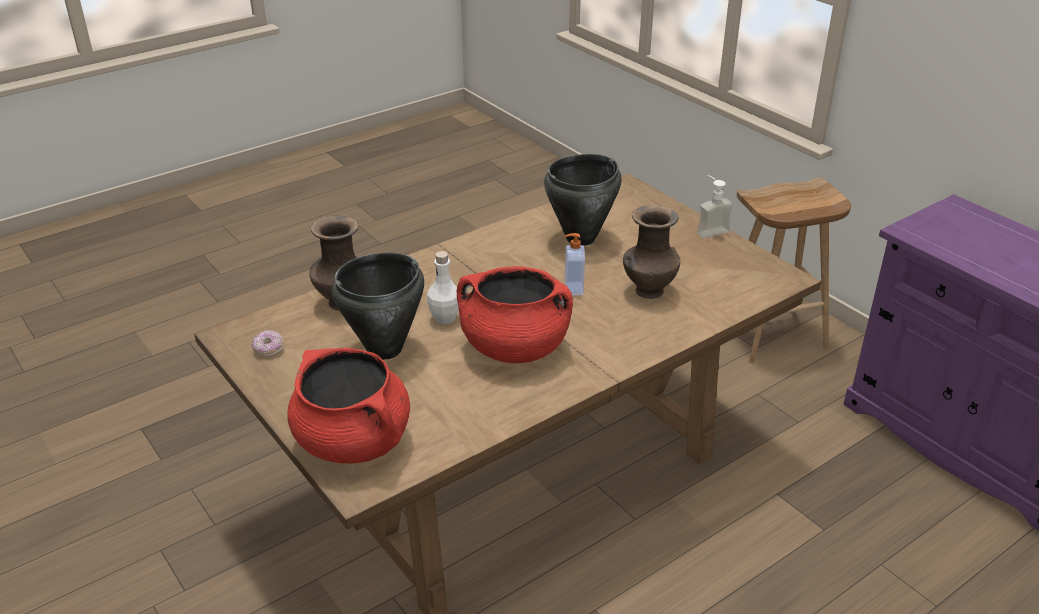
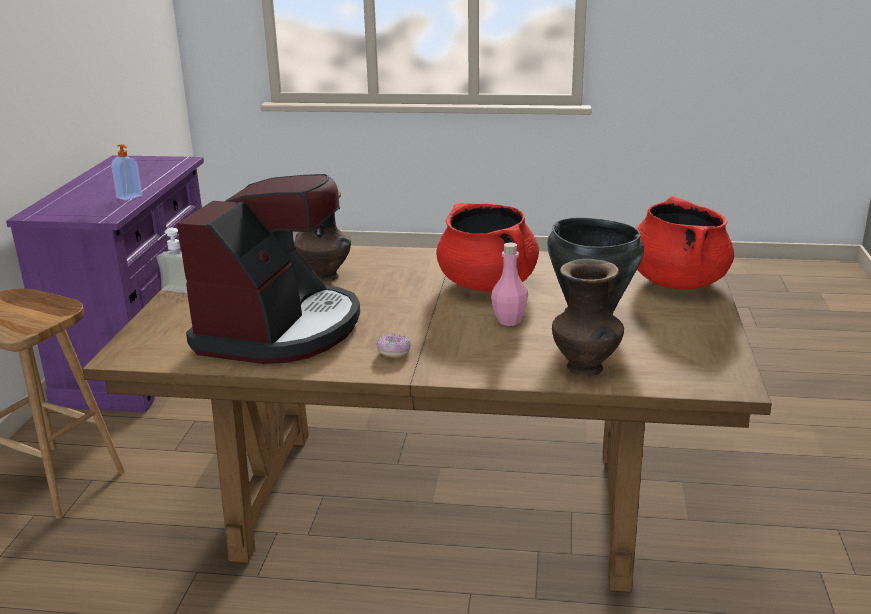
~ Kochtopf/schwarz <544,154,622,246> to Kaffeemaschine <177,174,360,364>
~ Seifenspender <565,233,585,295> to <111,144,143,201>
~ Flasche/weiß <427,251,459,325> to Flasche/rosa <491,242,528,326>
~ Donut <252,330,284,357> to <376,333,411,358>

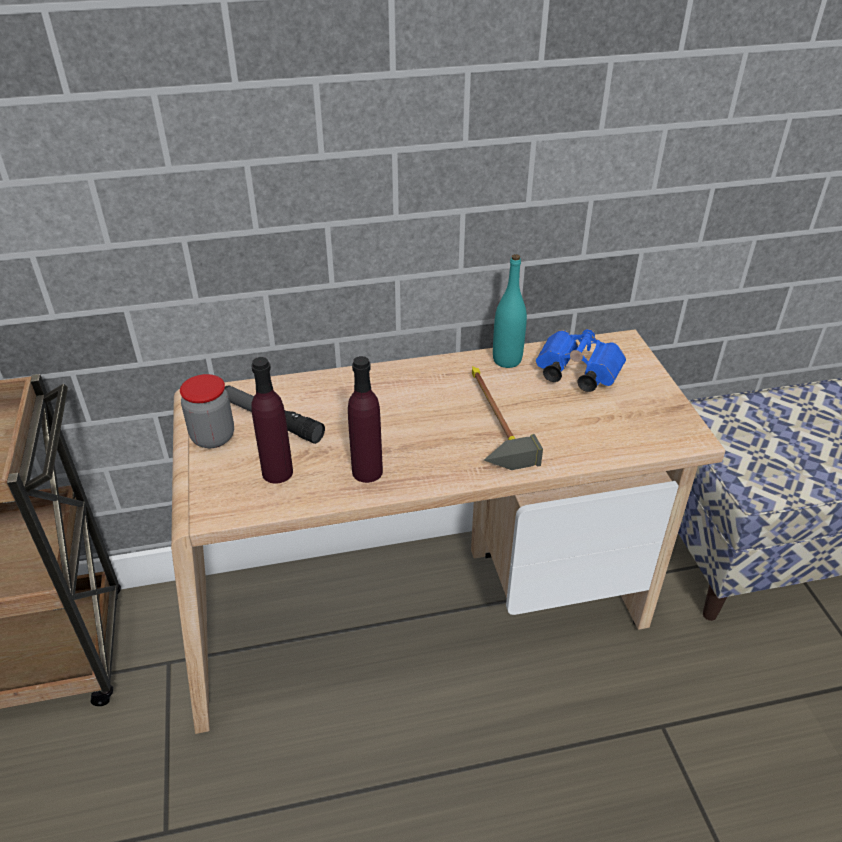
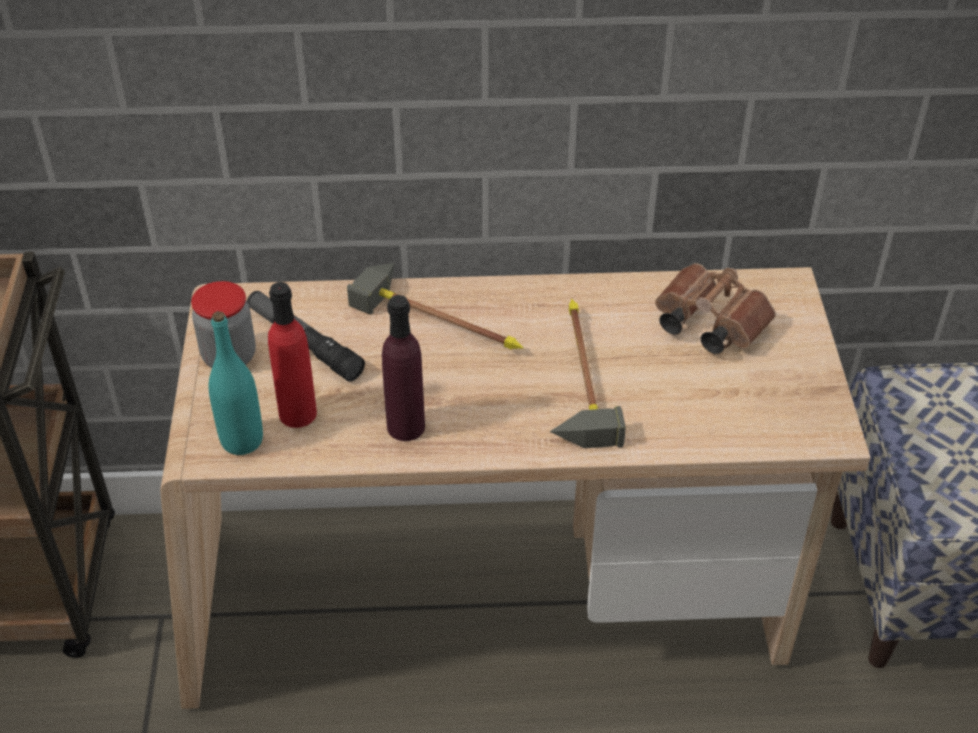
~ Flasche/türkis <493,254,527,368> to <208,311,263,455>
~ Fernglas/blau <536,329,626,392> to Fernglas/braun <655,263,776,354>
~ Flasche/lila <251,357,293,484> to Flasche/rot <268,282,317,428>
+ Hammer <347,263,523,350>

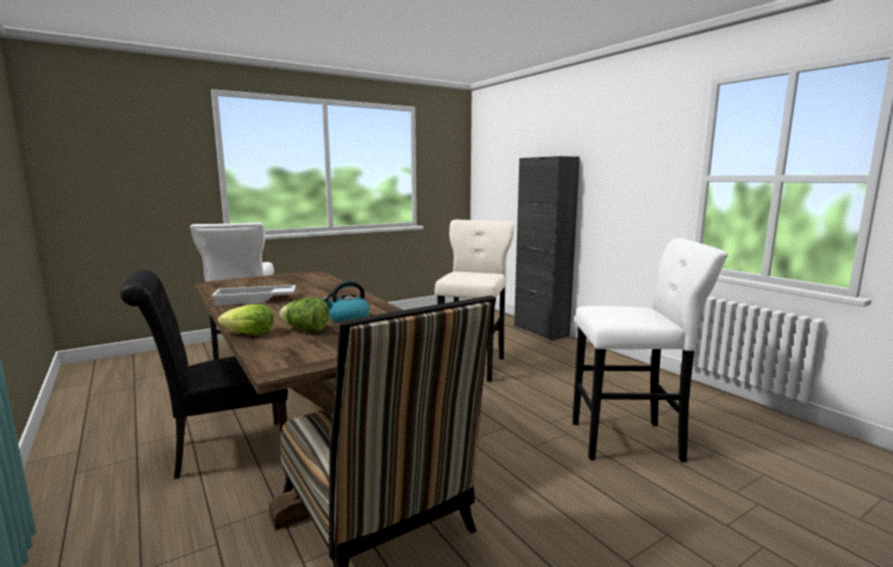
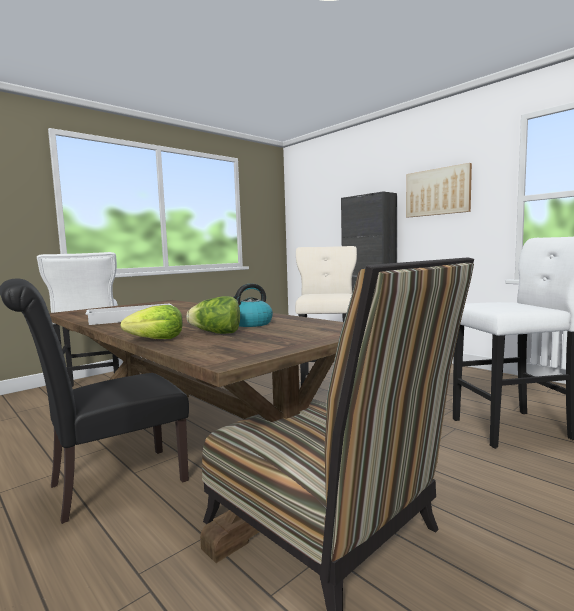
+ Bild <406,163,472,217>

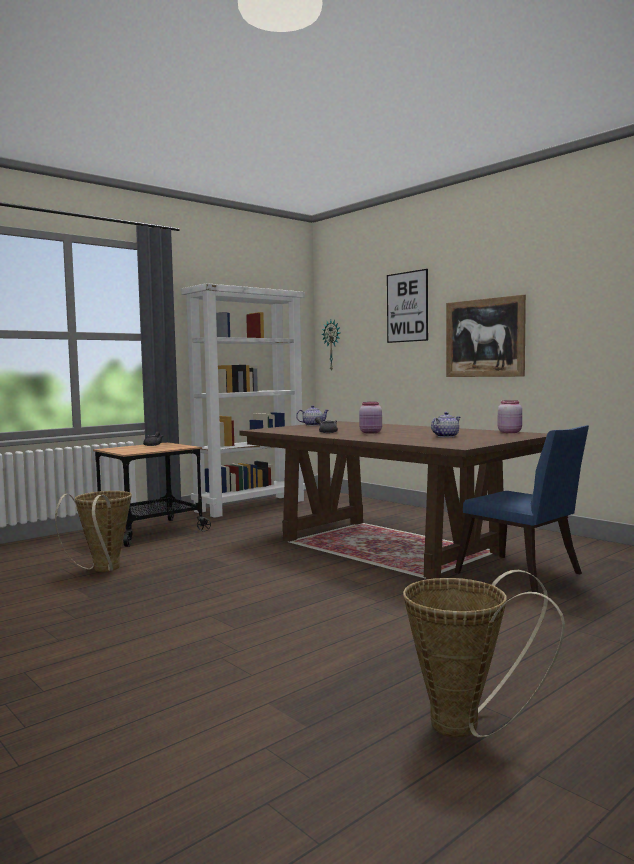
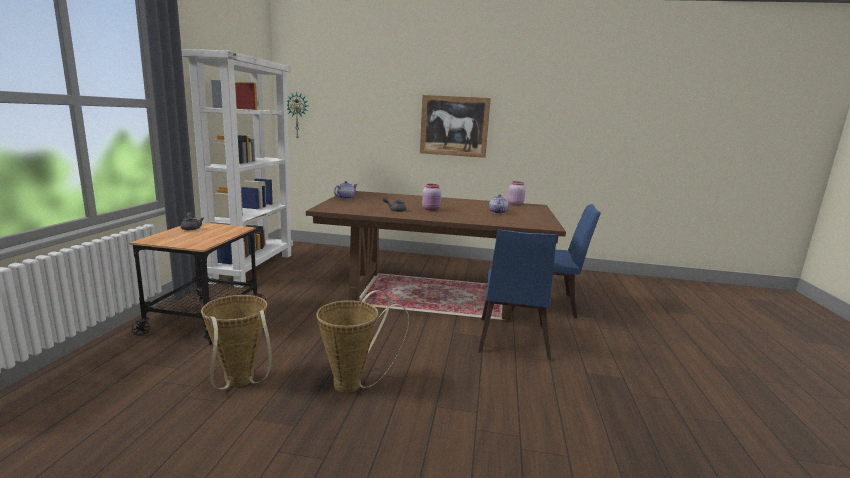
- Bild <387,269,428,343>
~ Korb <403,570,565,738> to <316,290,409,393>
+ Stuhl/blau <478,229,557,360>

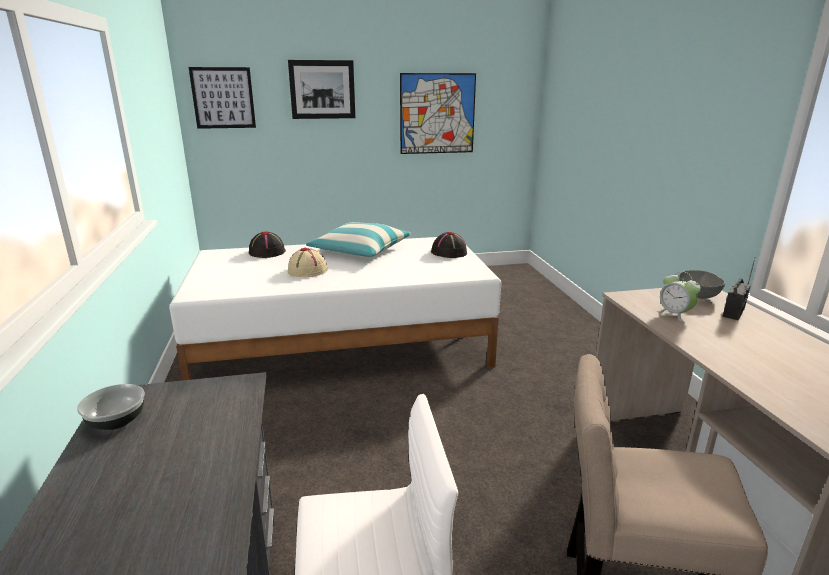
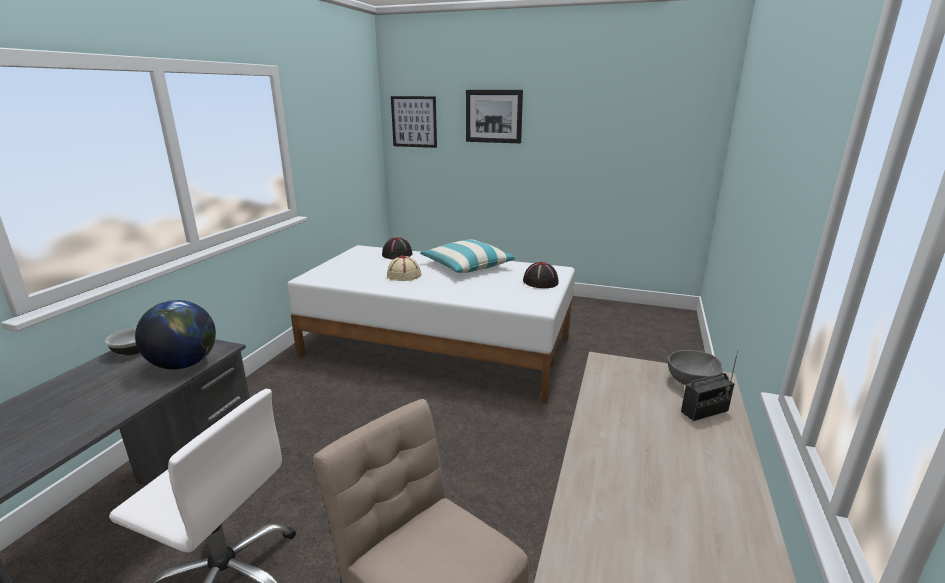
- Bild <400,73,476,154>
- Wecker <656,271,701,322>
+ Globus <135,300,216,369>

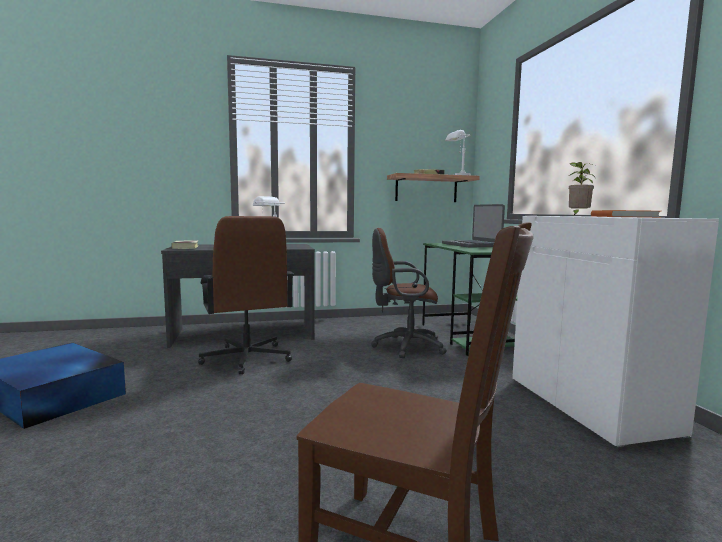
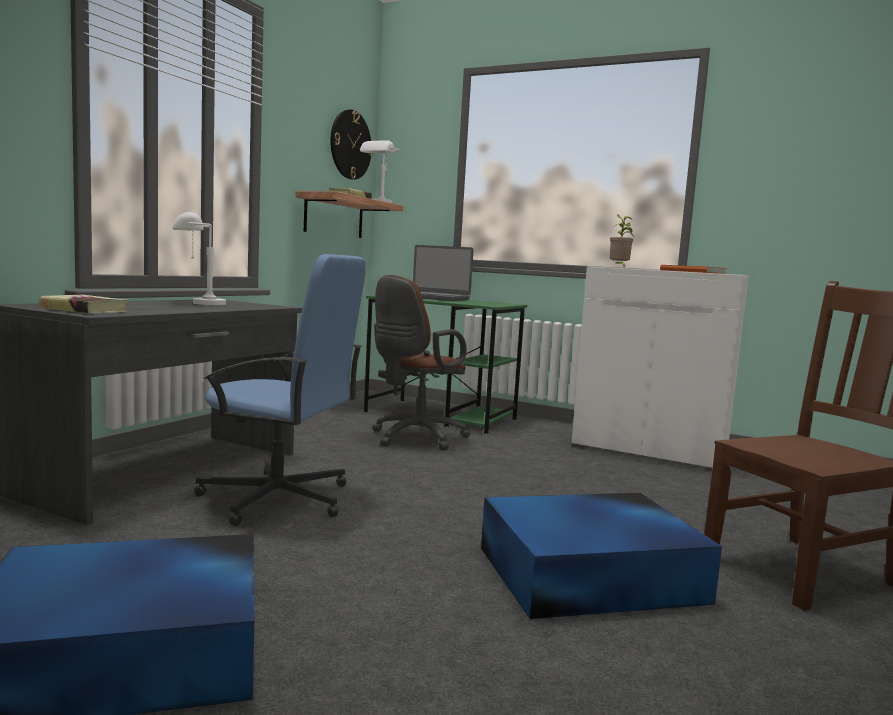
~ Bürostuhl/braun <198,216,294,375> to Bürostuhl/blau <195,254,366,526>
+ Wanduhr <330,110,373,180>
+ Aufbewahrungsbox/blau <481,493,722,619>

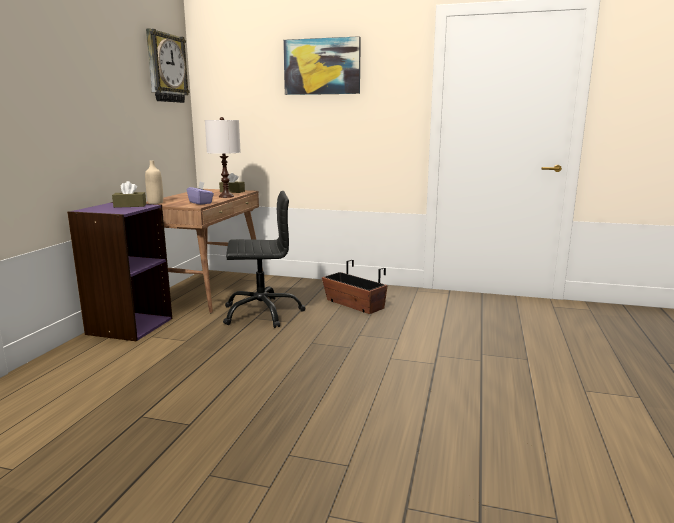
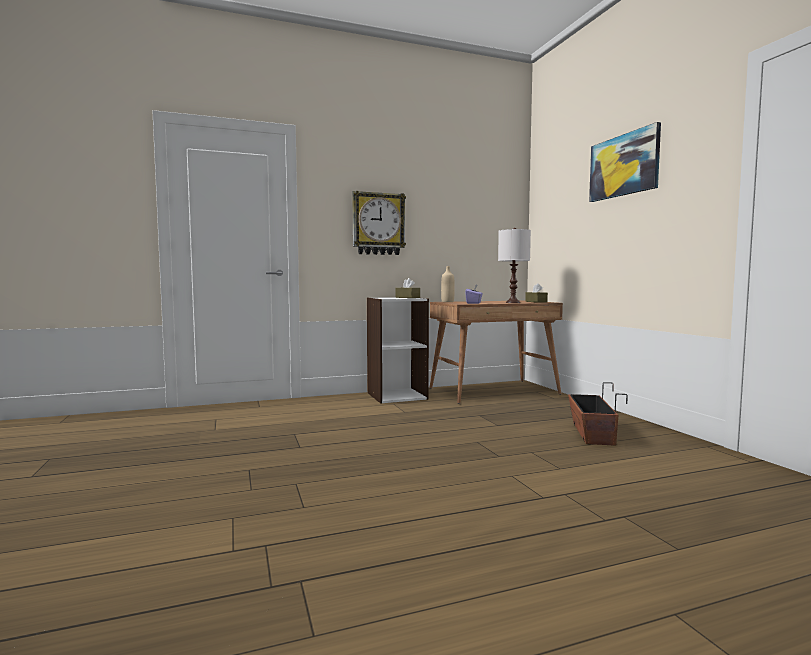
~ Wanduhr <146,28,190,103> to <352,191,406,255>
- Bürostuhl/schwarz <223,191,306,328>
~ Bücherregal/lila <67,202,172,341> to Bücherregal/weiß <367,297,429,404>

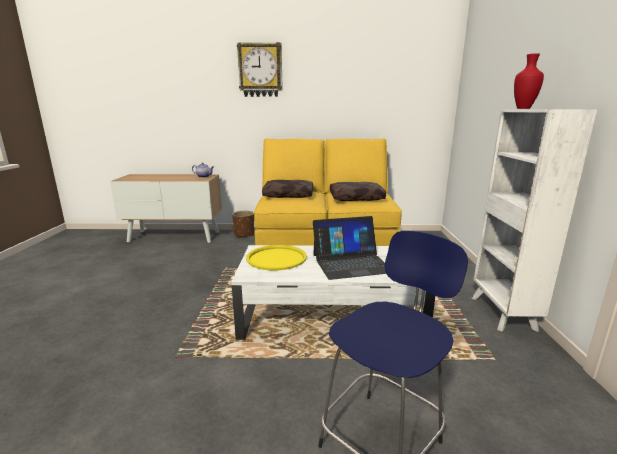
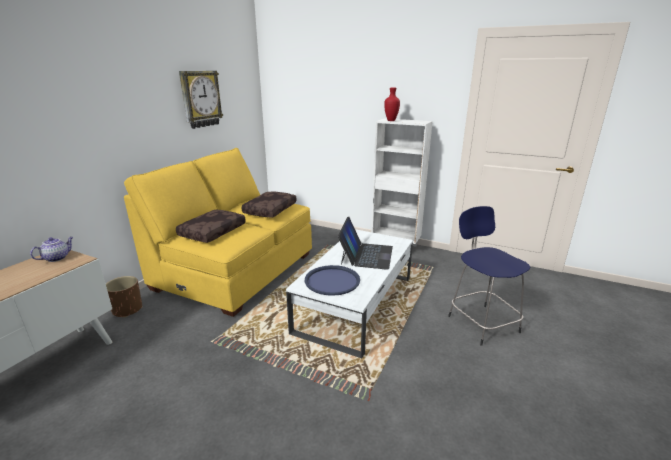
~ Wanduhr <237,42,283,97> to <179,71,223,129>
~ Tablett/gelb <246,245,307,270> to Tablett/blau <305,265,360,296>

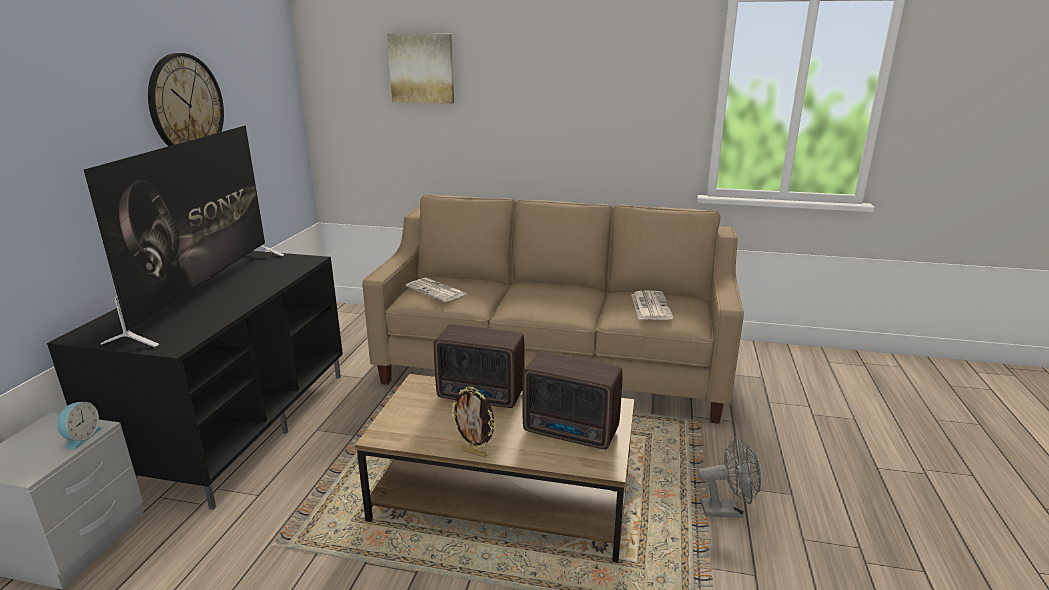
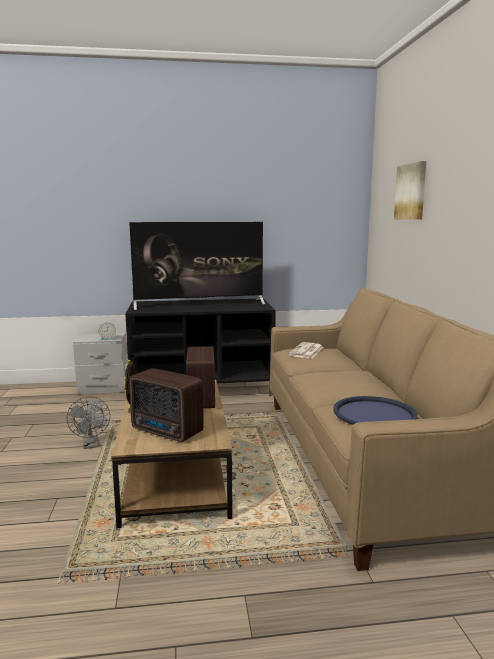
- Wanduhr <148,53,224,146>
~ Zeitung <631,290,673,320> to Tablett/blau <333,396,418,425>
~ Radio <522,352,623,449> = <129,368,204,442> 60 degrees counterclockwise
~ Ventilator/grau <698,437,761,518> to <67,396,110,449>

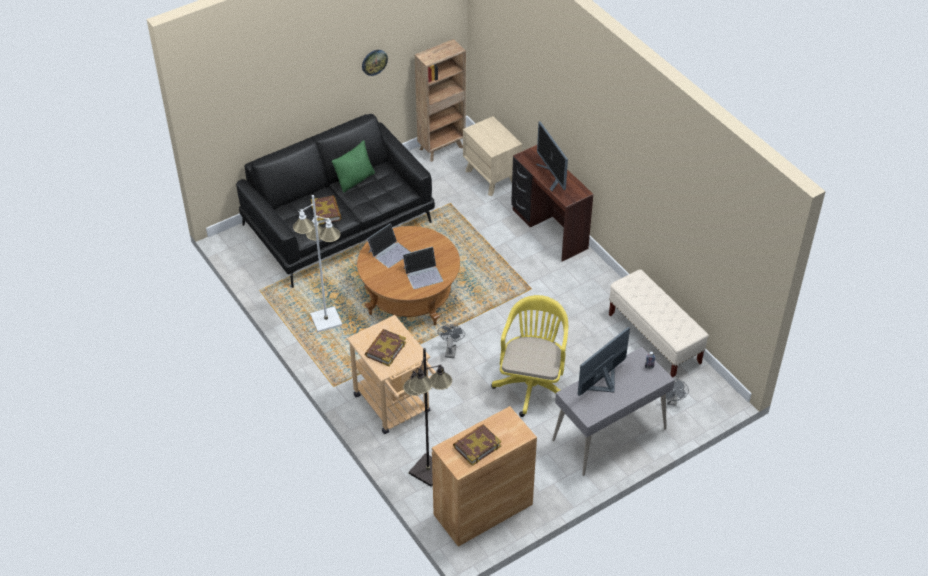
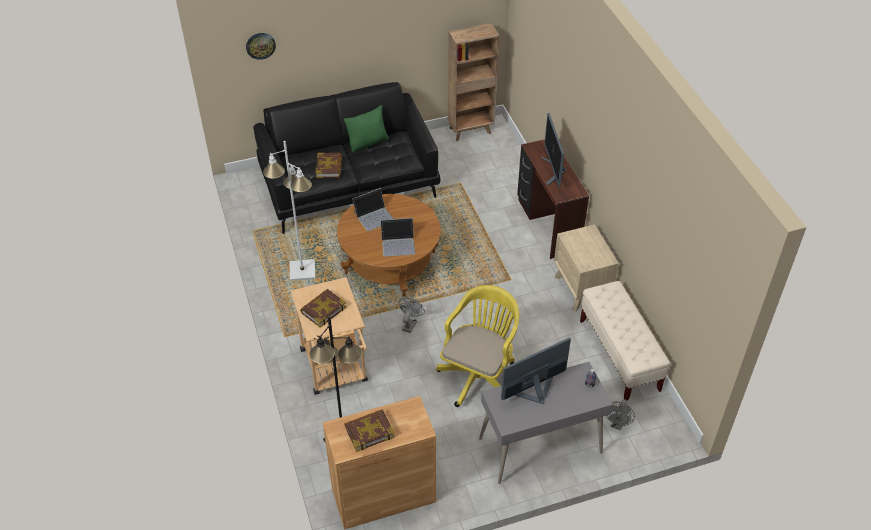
~ Wanduhr <362,50,388,76> to <246,33,276,60>
~ Nachttisch/beige <463,116,522,196> to <554,224,619,312>

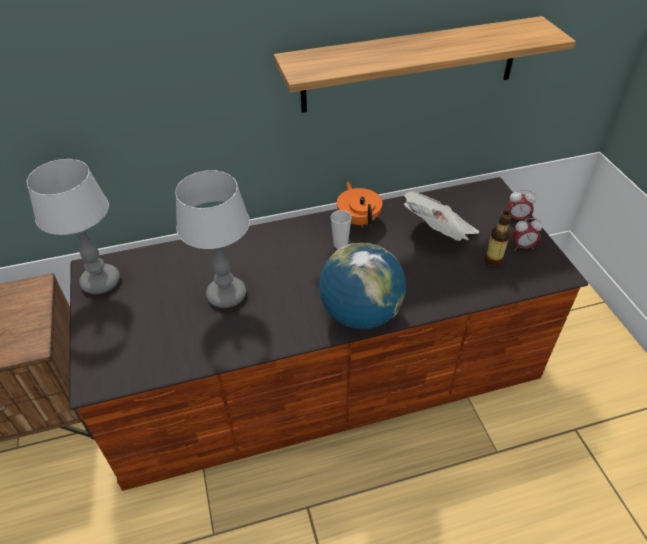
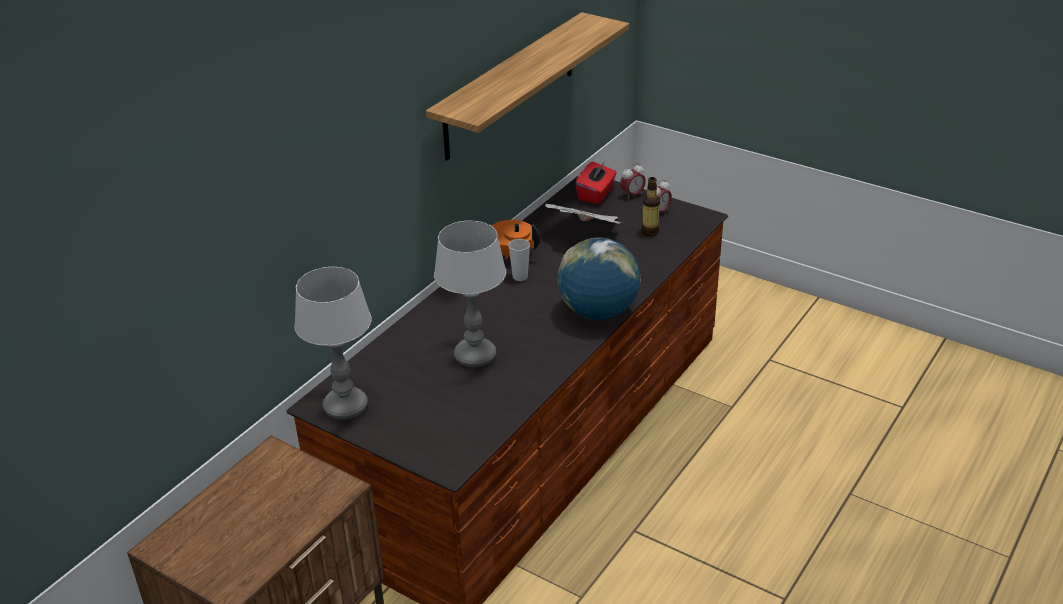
+ Taschentuchbox/rot <575,161,617,204>

